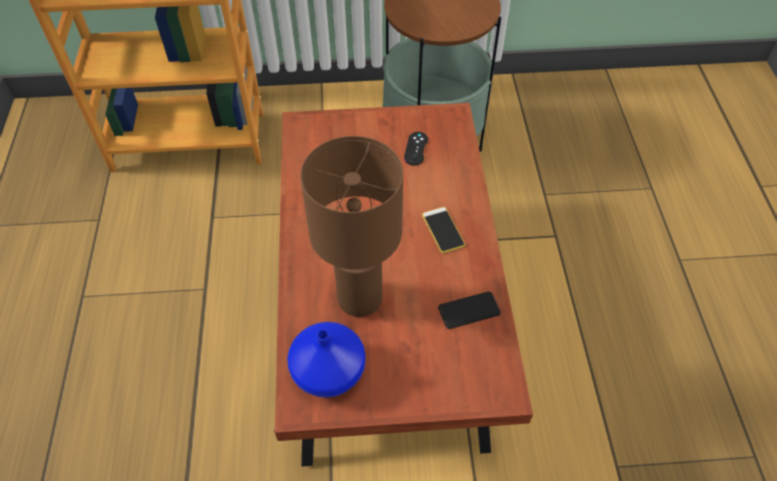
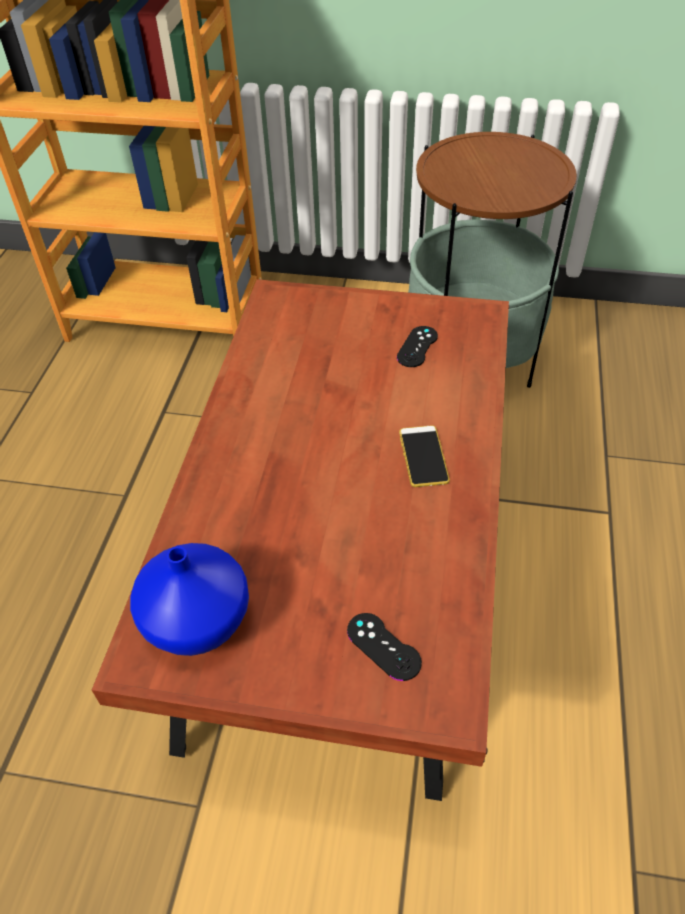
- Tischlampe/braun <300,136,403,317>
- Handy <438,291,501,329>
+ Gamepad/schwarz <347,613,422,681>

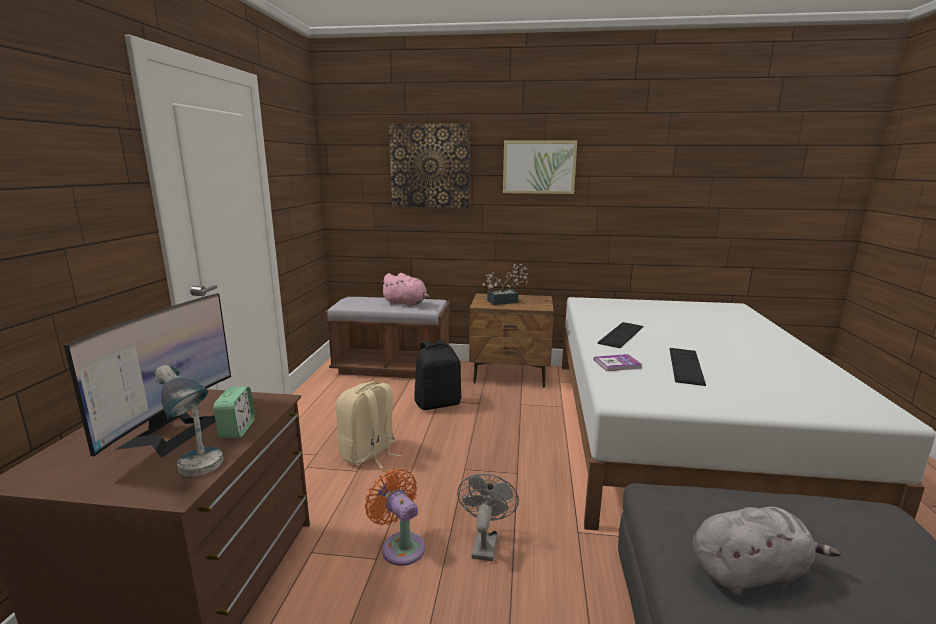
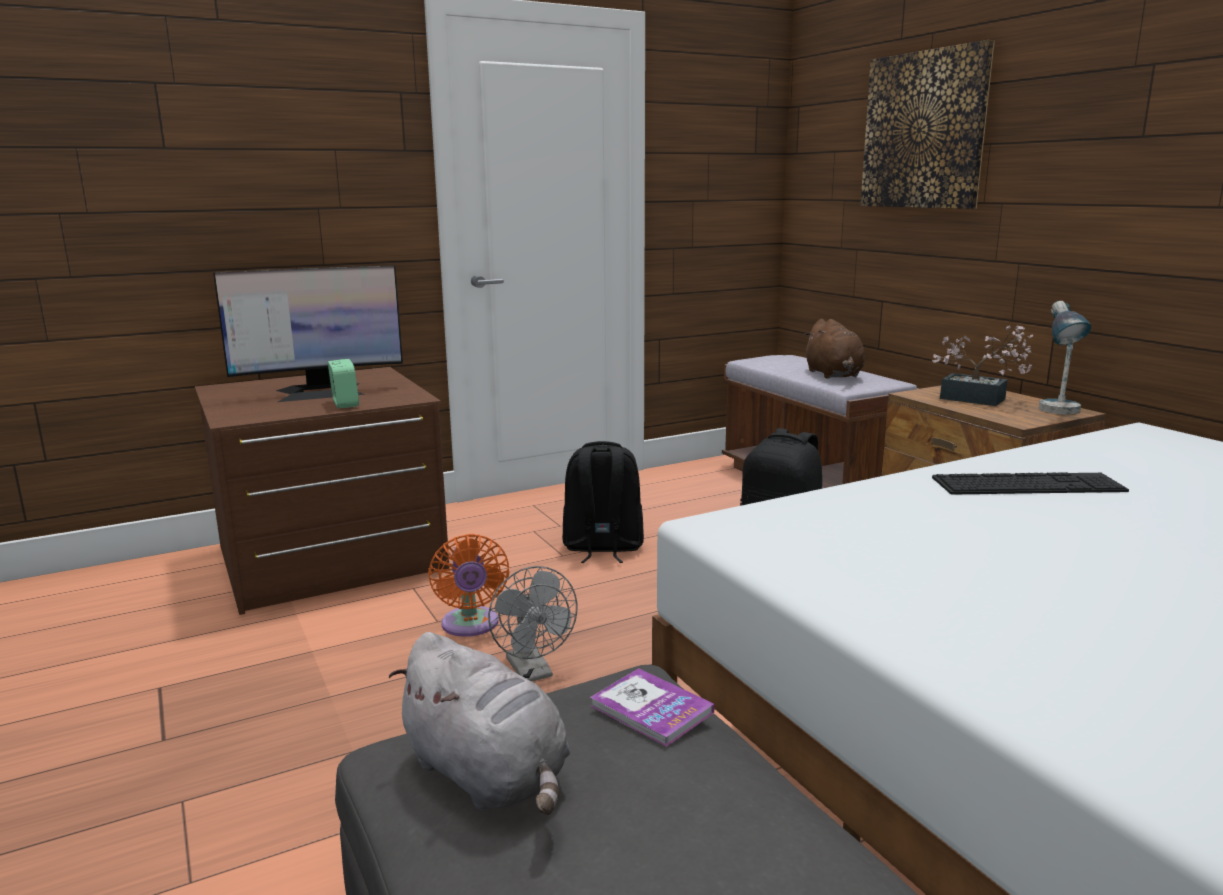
- Bild <503,140,577,194>
~ Plüschtier/rosa <380,273,430,307> to Plüschtier/braun <804,319,865,379>
- Tastatur <670,348,706,386>
~ Buch <594,354,643,371> to <591,668,714,747>
~ Tischlampe <155,365,223,477> to <1039,301,1092,415>
~ Rucksack/beige <336,381,402,469> to Rucksack/schwarz <562,441,644,563>
~ Wecker <213,386,255,438> = <328,359,359,408> 75 degrees counterclockwise
~ Ventilator/orange <365,469,425,566> = <428,534,510,637> 150 degrees clockwise
~ Ventilator/grau <457,474,519,561> = <488,566,577,681> 90 degrees clockwise

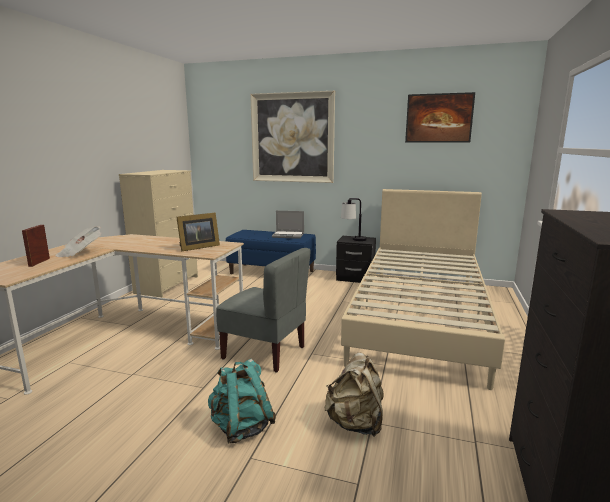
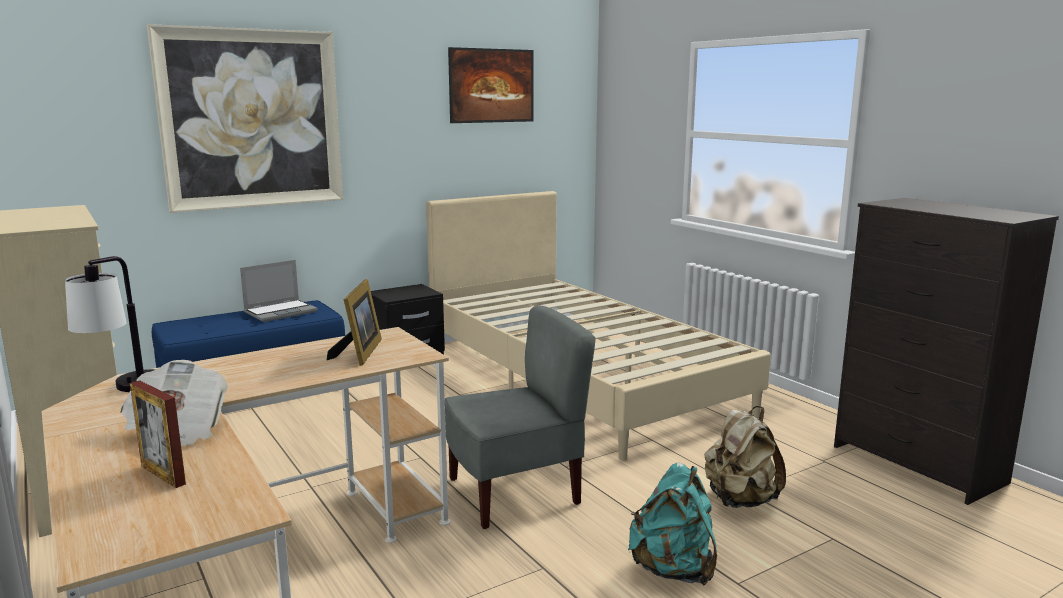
~ Tischlampe <341,198,367,241> to <65,256,156,392>

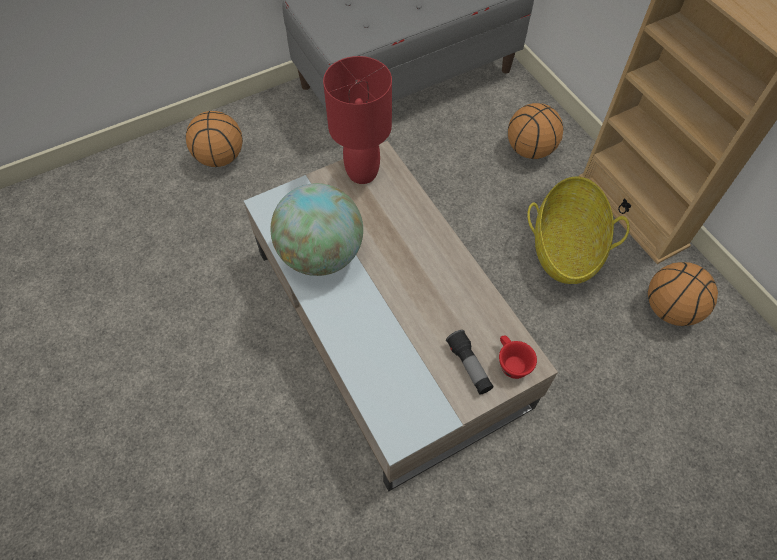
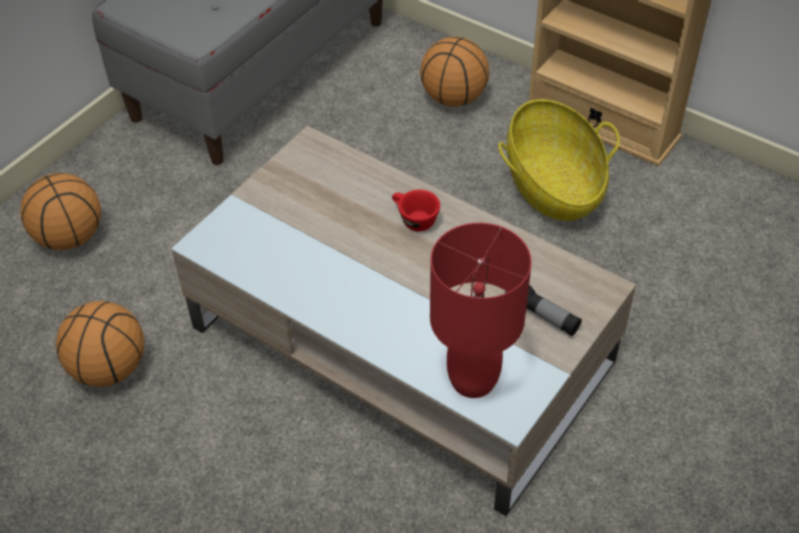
~ Tischlampe/rot <323,56,392,184> to <430,223,532,398>
- Globus <271,183,363,276>
~ Basketball <648,262,718,326> to <56,301,144,387>
~ Tasse/rot <499,335,537,379> to <392,190,440,232>

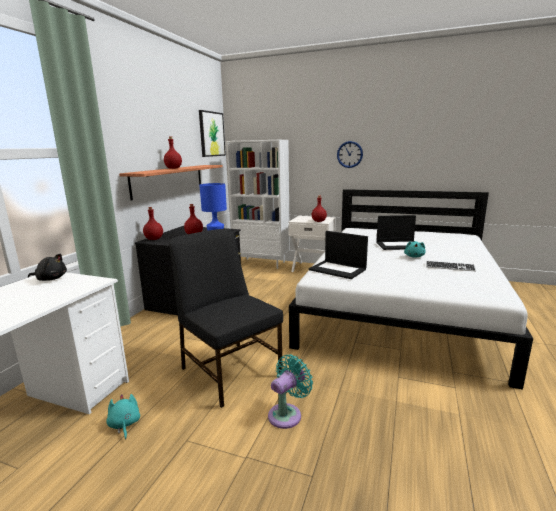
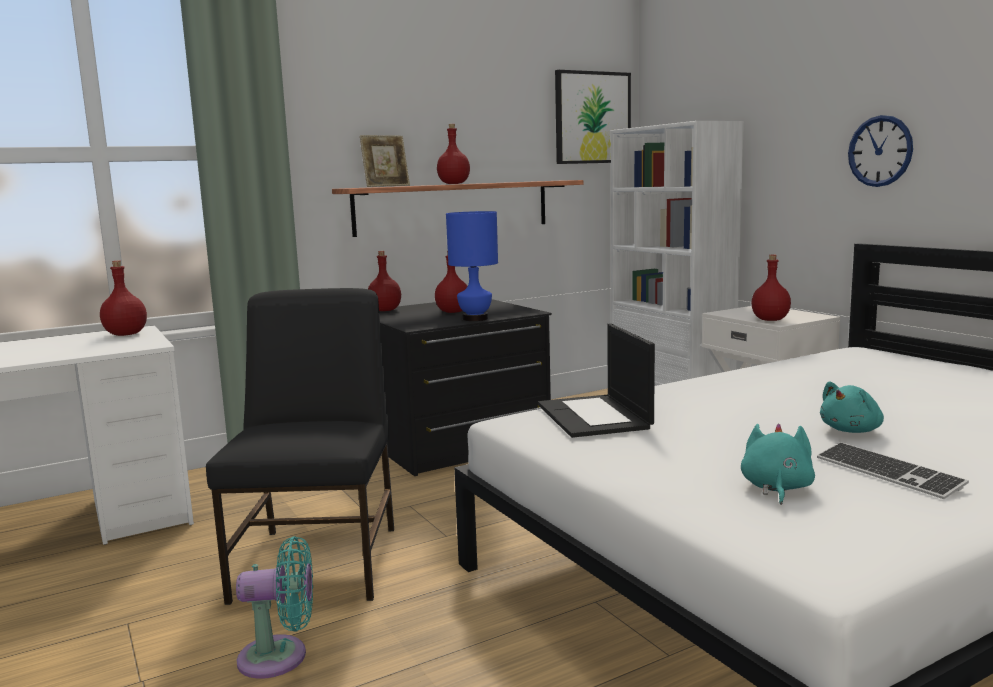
- Laptop <376,215,416,250>
~ Plüschtier/schwarz <28,254,67,281> to Flasche/rot <100,261,147,336>
~ Plüschtier/türkis <106,394,140,440> to <741,424,815,505>
+ Bilderrahmen <360,135,410,187>

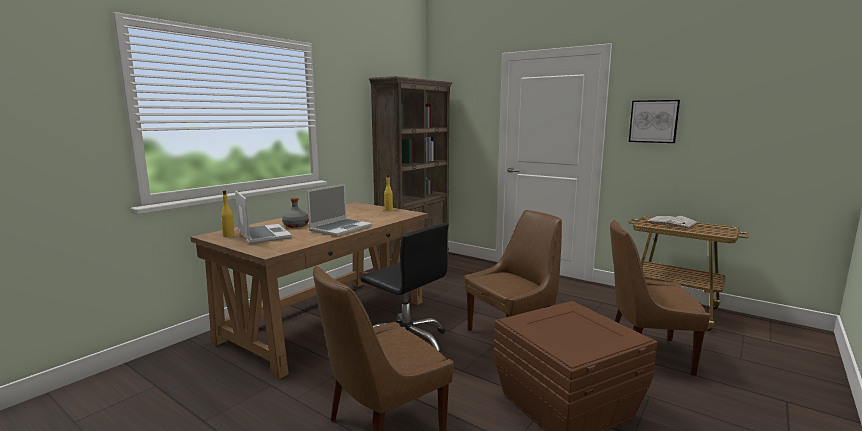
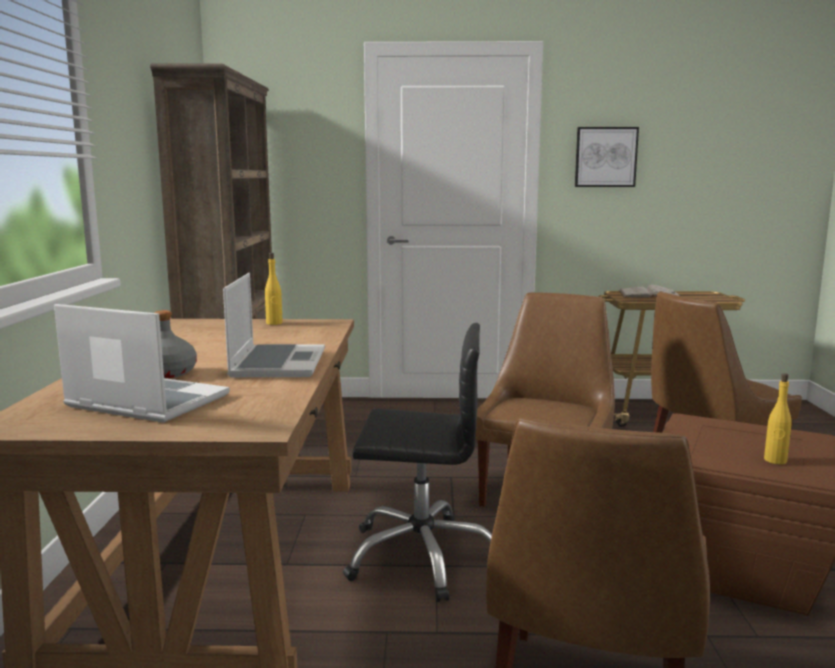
~ Flasche/gelb <221,190,235,237> to <764,373,792,464>

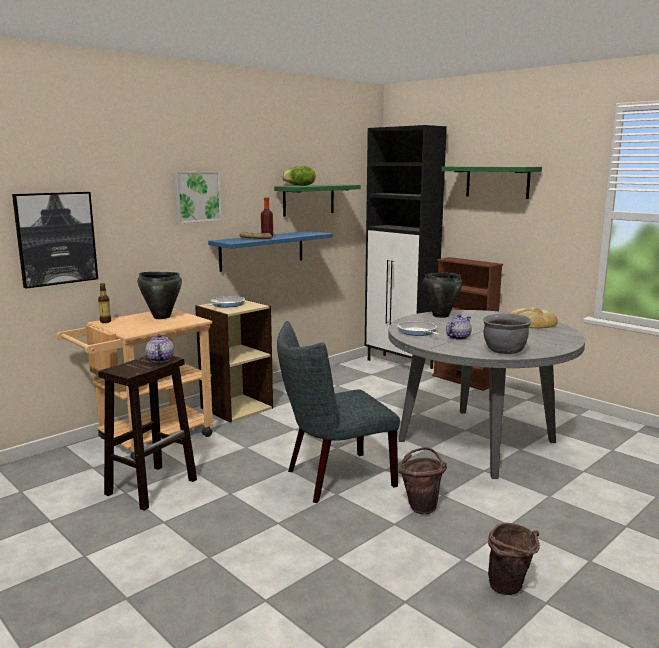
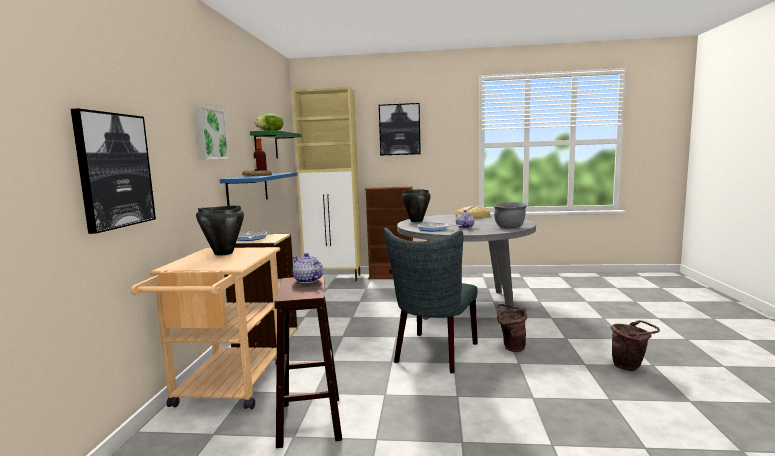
~ Schrank/schwarz <365,125,447,369> to Schrank/beige <292,87,362,281>
~ Wandregal/grün <441,166,542,199> to Bild <379,103,421,156>
- Flasche <98,283,111,323>

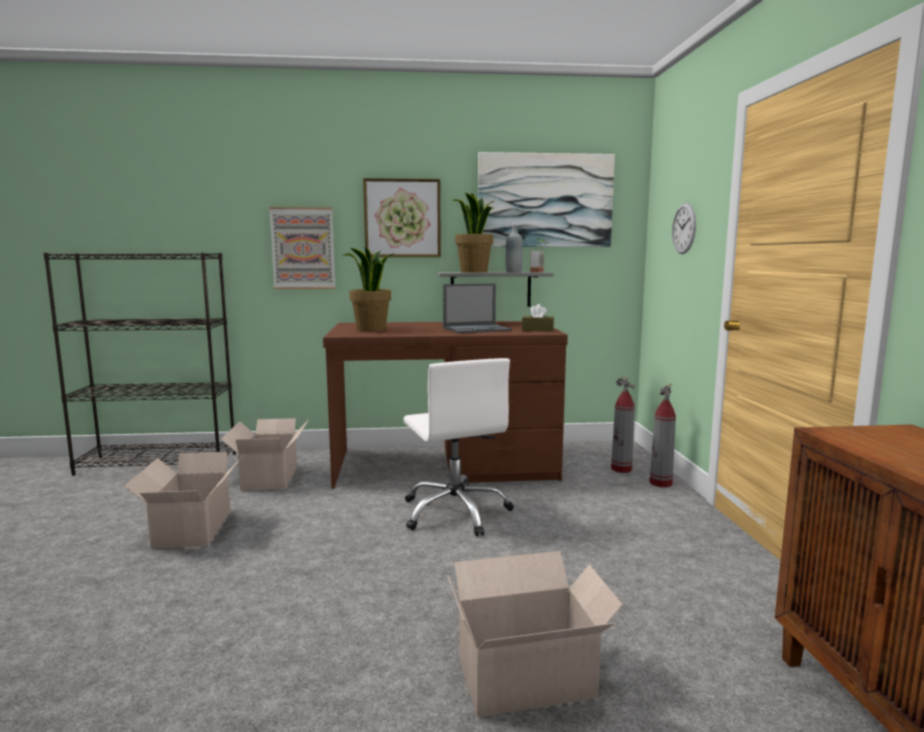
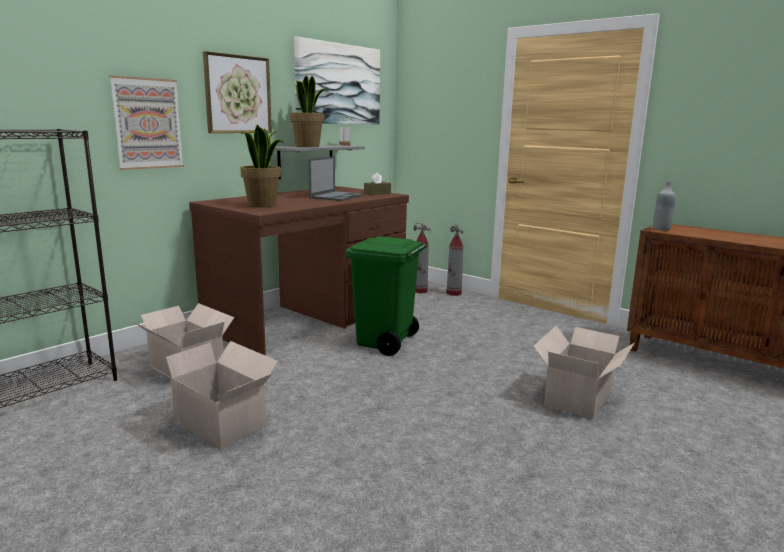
- Wanduhr <672,203,696,254>
~ Flasche/grau <506,225,523,272> to <653,181,676,231>
~ Bürostuhl/weiß <403,358,514,536> to Mülleimer/grün <346,236,426,356>

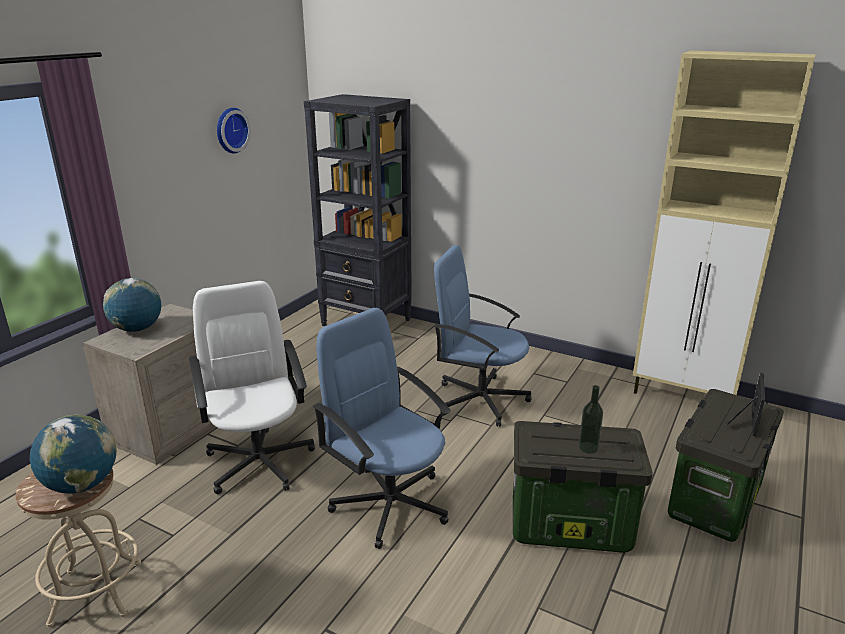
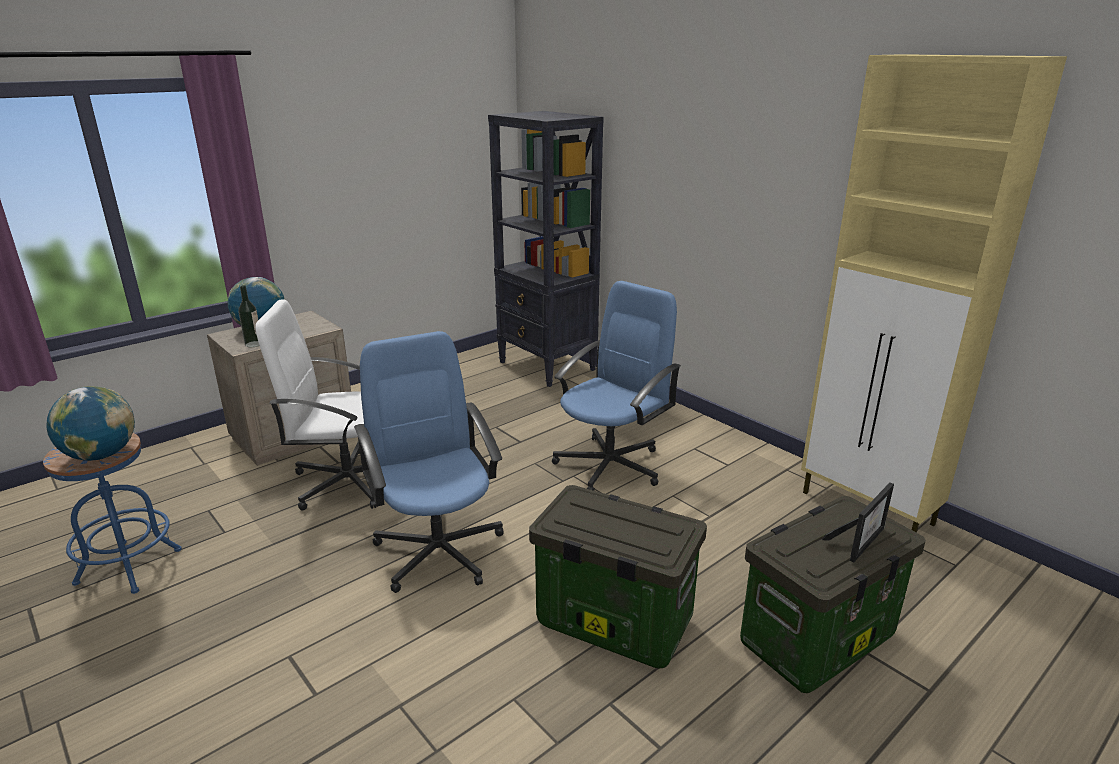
- Wanduhr <217,108,251,153>
~ Bürostuhl/blau <434,245,532,427> = <552,281,681,491> 90 degrees clockwise
~ Bürostuhl/weiß <189,281,315,494> = <255,299,377,511> 90 degrees counterclockwise
~ Flasche <579,385,603,453> to <238,285,259,347>
~ Hocker/beige <16,469,141,627> to Hocker/blau <43,433,182,594>

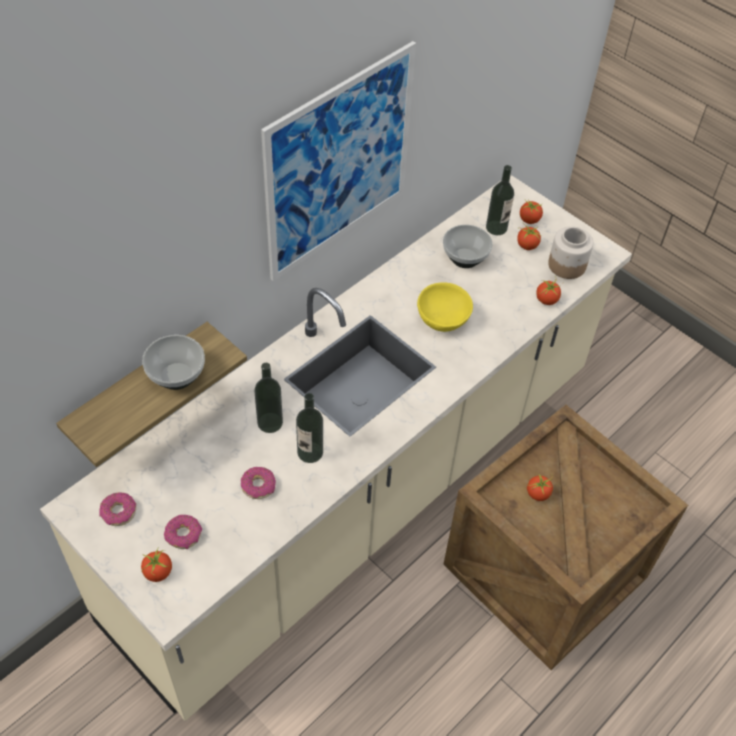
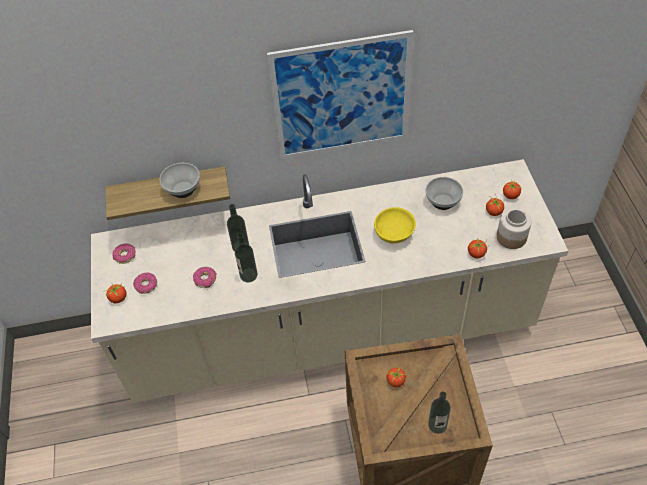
~ Flasche <486,165,514,235> to <428,392,451,434>

